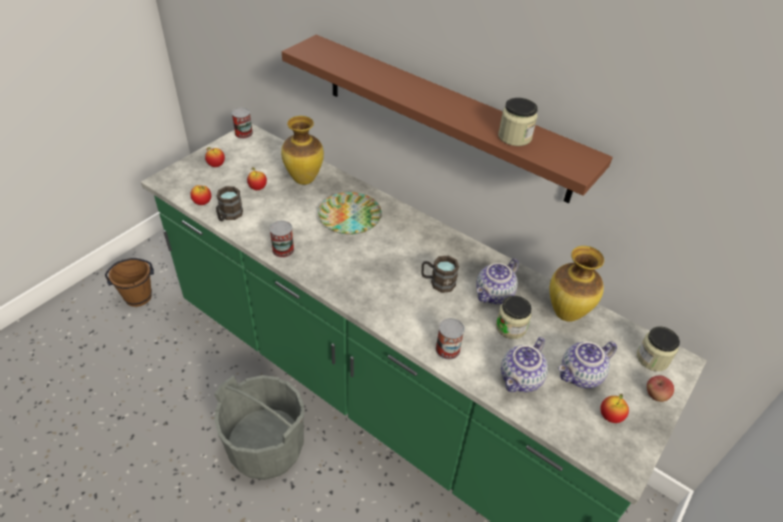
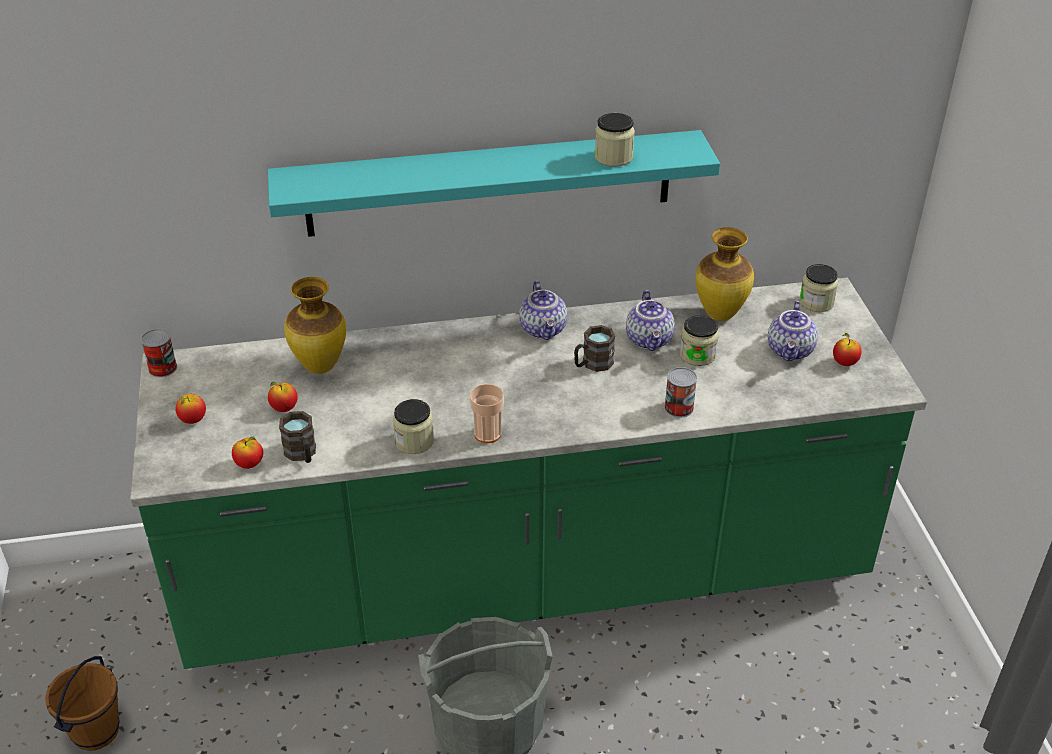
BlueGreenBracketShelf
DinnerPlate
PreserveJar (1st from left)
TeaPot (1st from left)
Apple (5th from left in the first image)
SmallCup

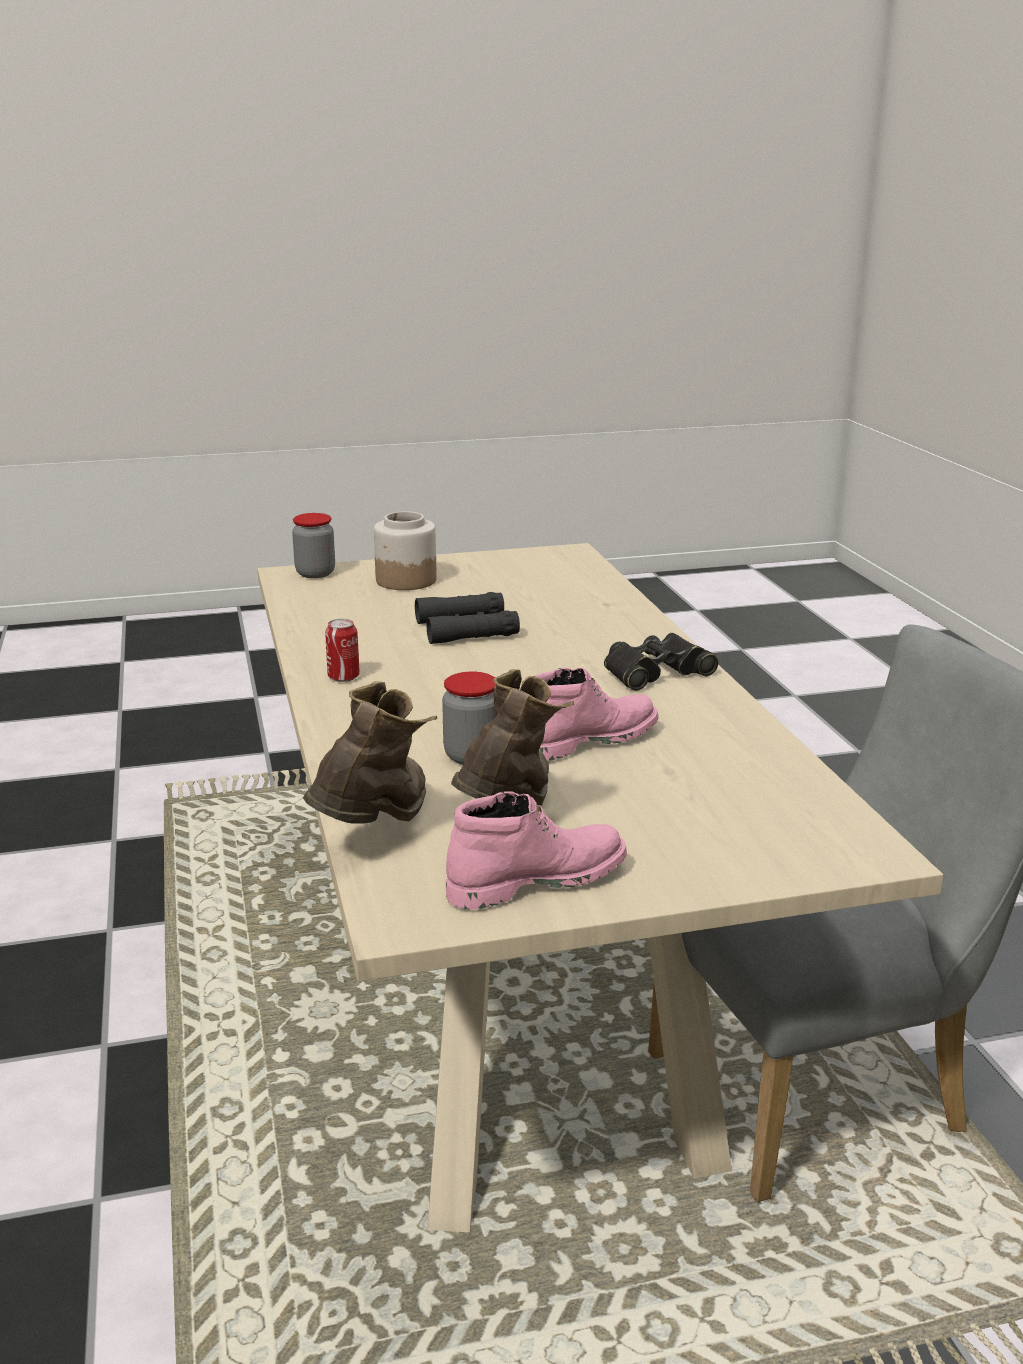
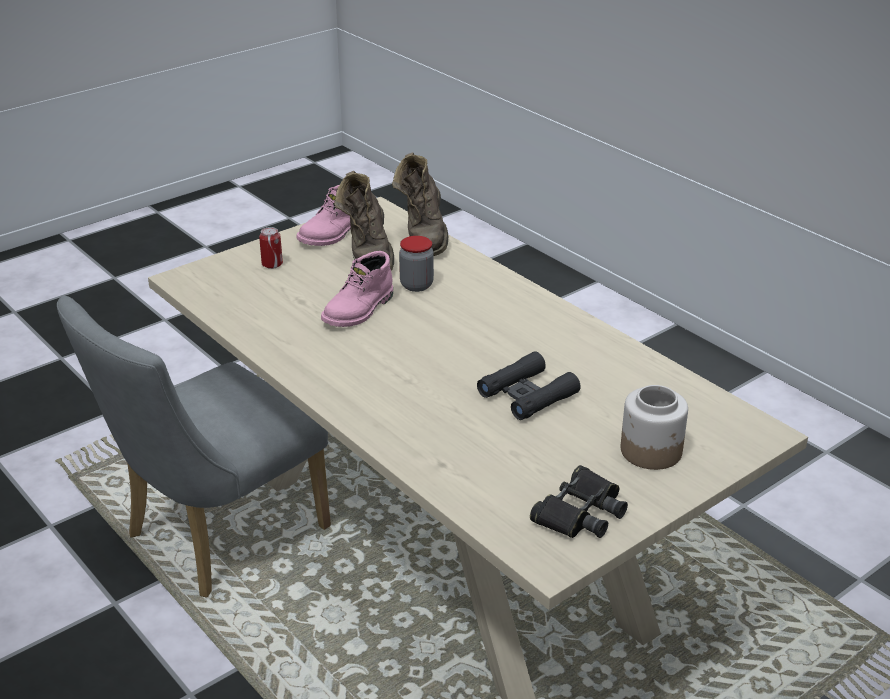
PreserveJar (1st from left in the first image)
MetalCan
BlackishFieldGlasses (2nd from left)

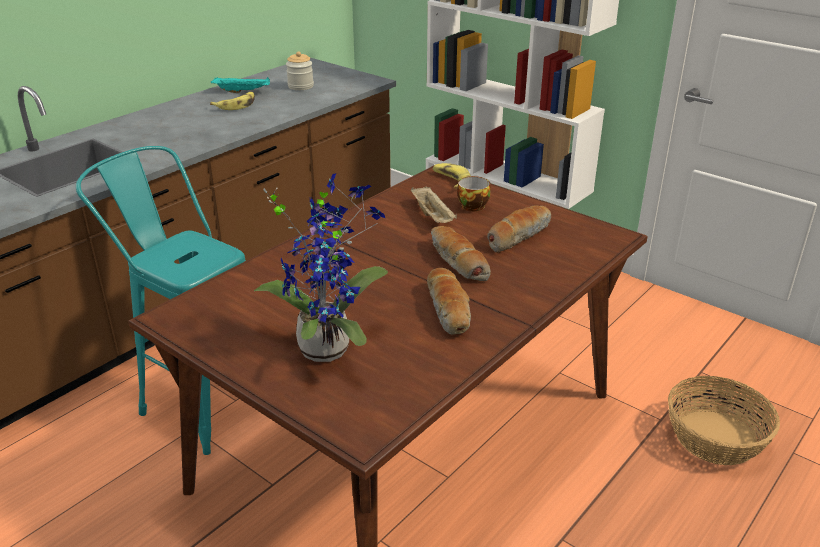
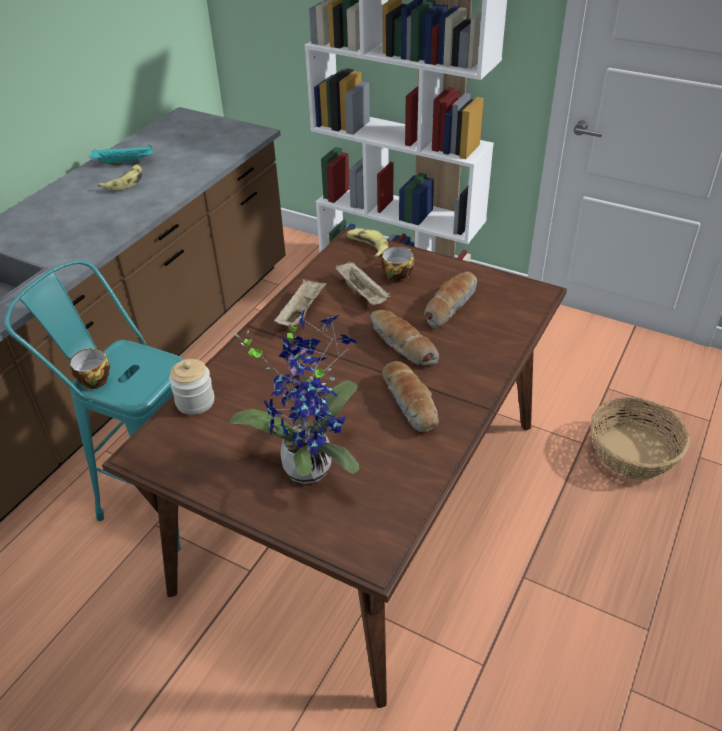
PreserveJar
SandColouredCarryingTray (1st from left)
SmallCup (1st from left)

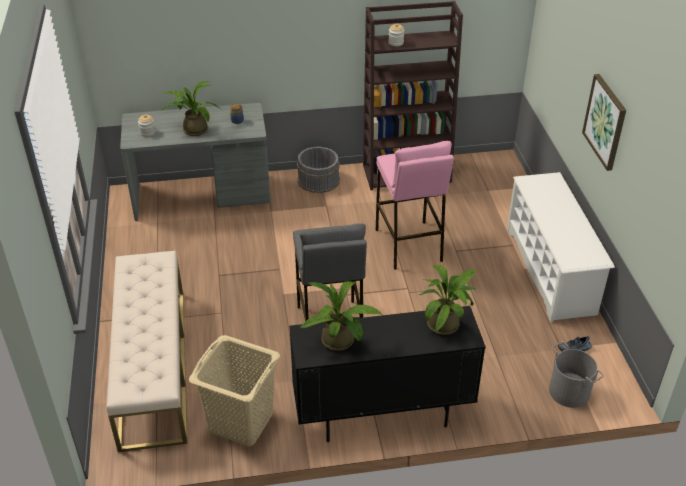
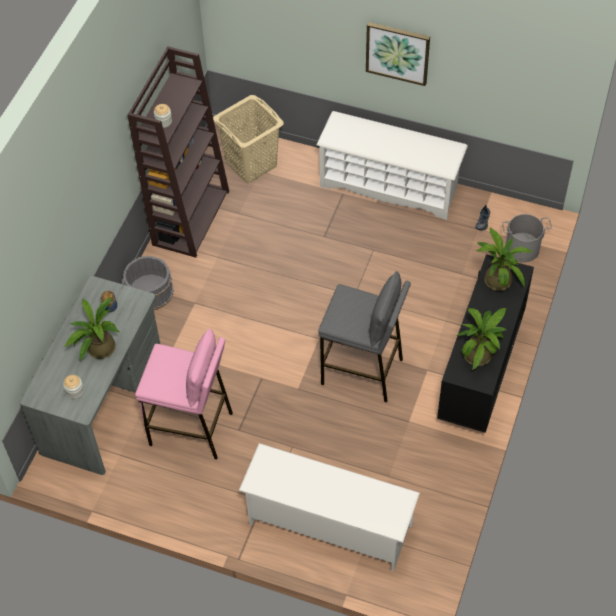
PinkStoolSeat
WhitishShoeShelf (1st from left)
SandColouredLaundryBasket

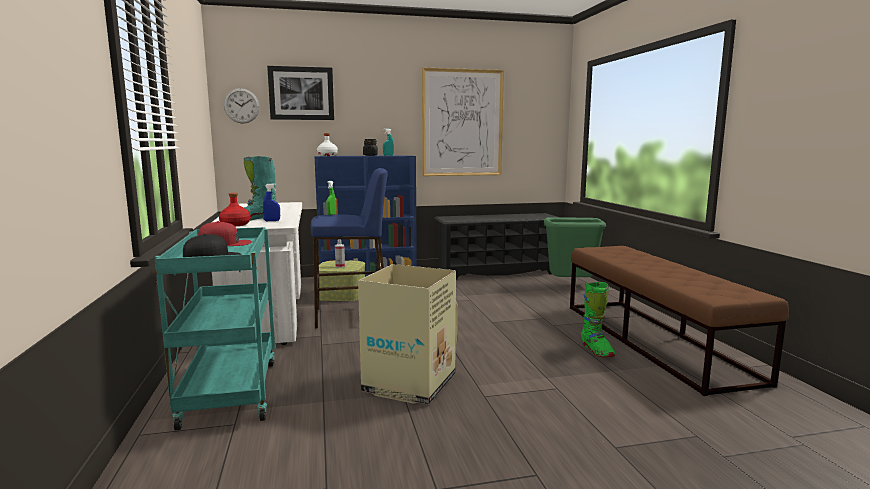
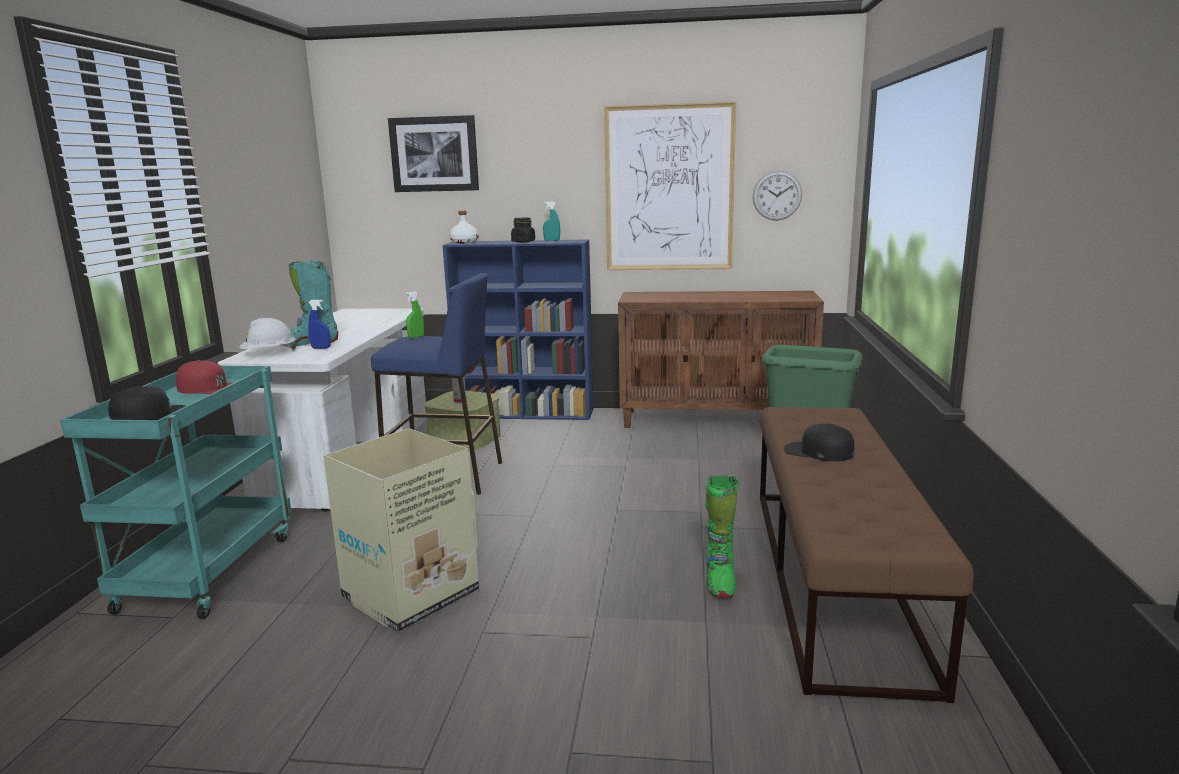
HangingClock
WhitishWorkHelmet
BrownColouredCabinet
BlackishCap (2nd from left)

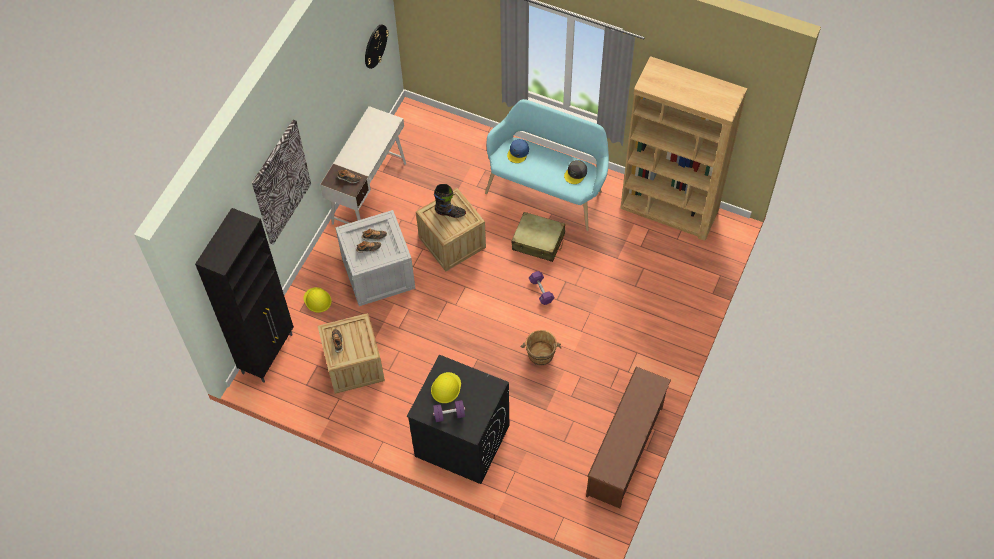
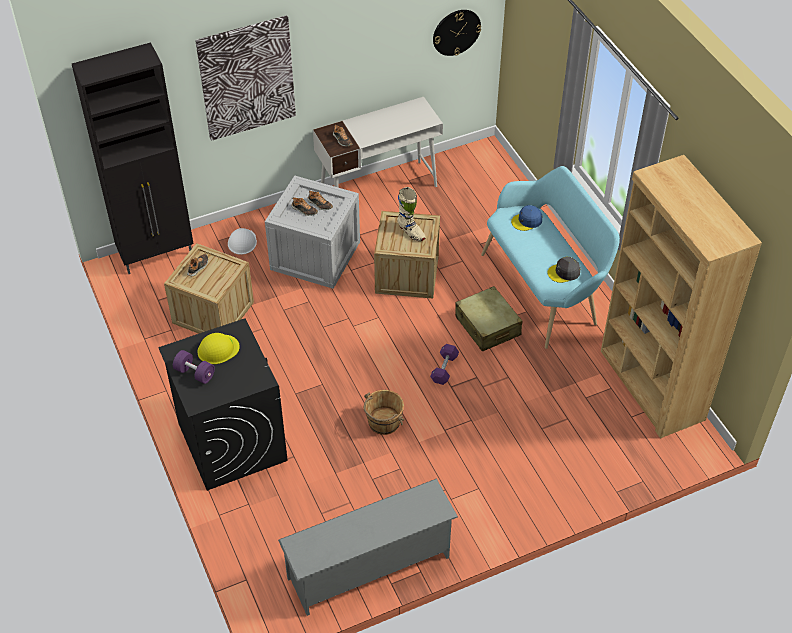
SandColouredHighTopBoot
WhitishWorkHelmet
GrayShoeShelf

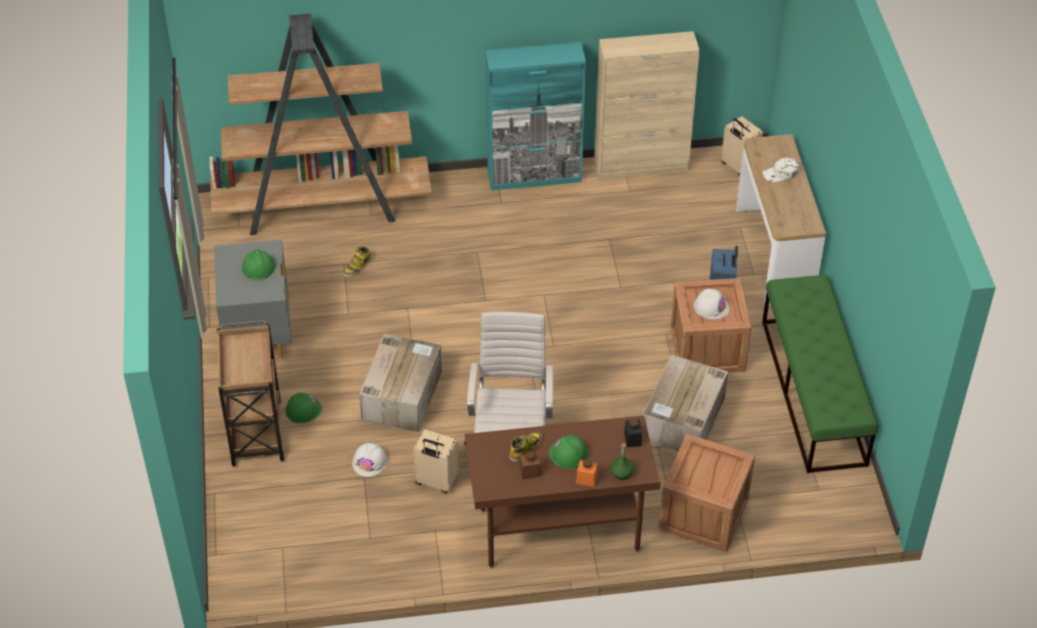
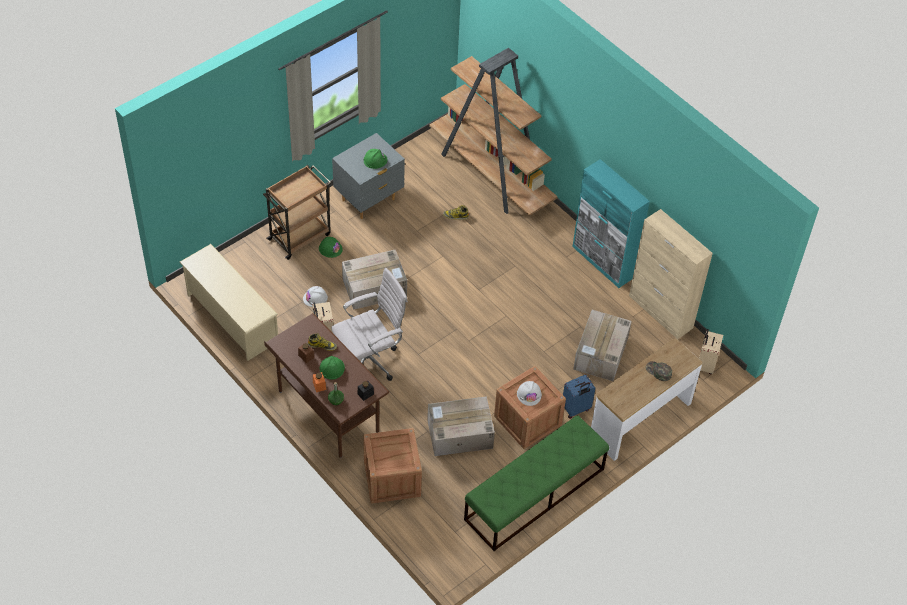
GreenColouredCap
SandColouredShoeShelf
Carton (3rd from left)

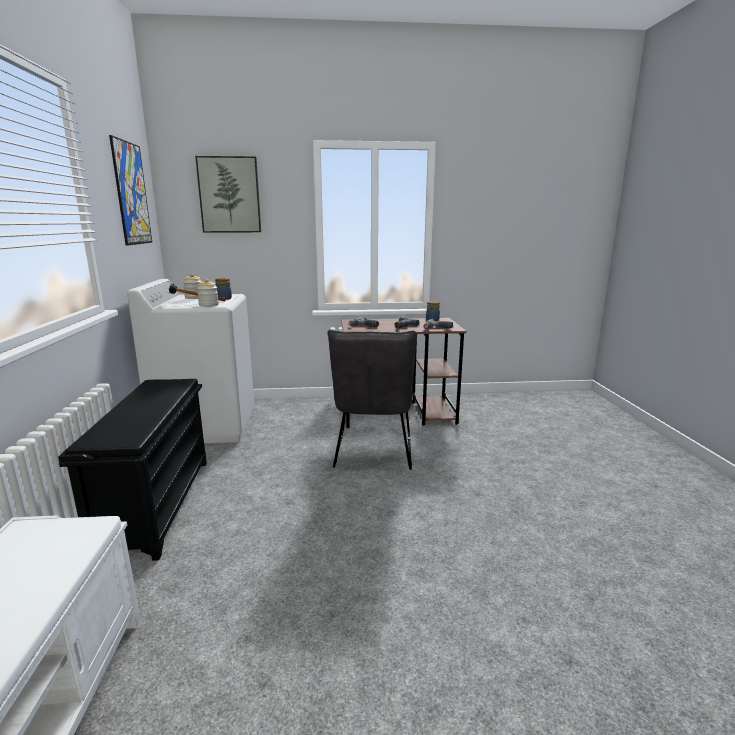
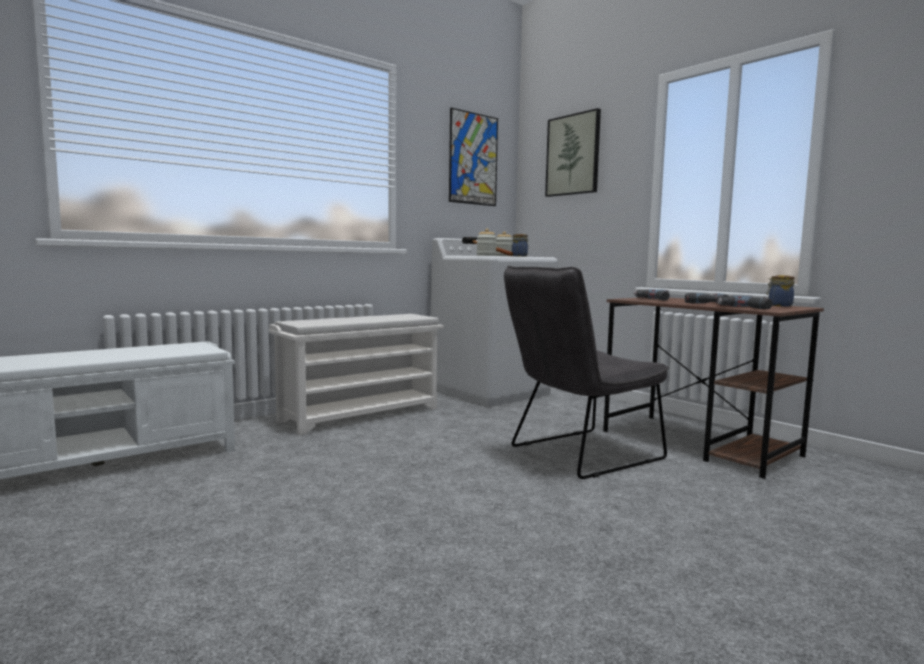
WhitishShoeShelf

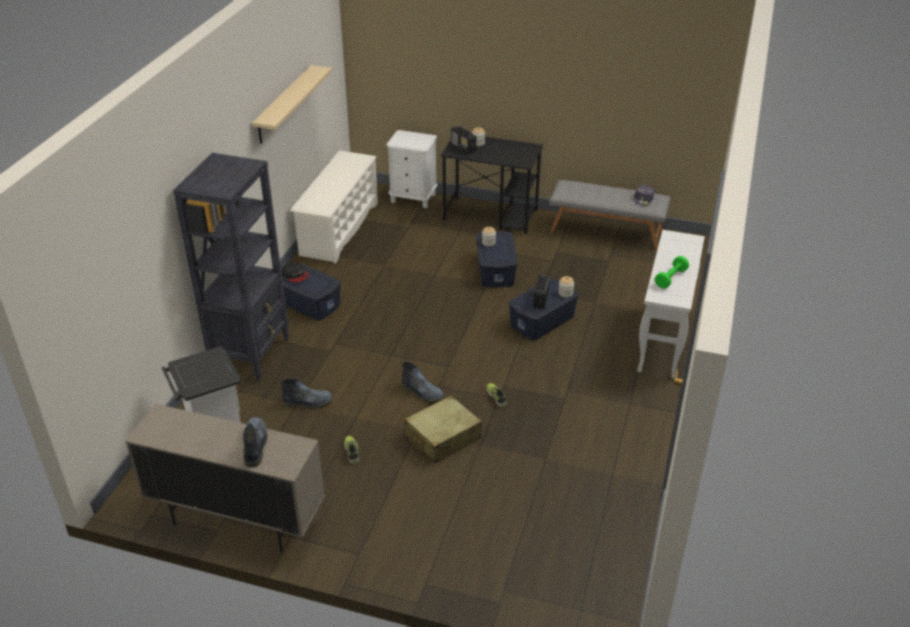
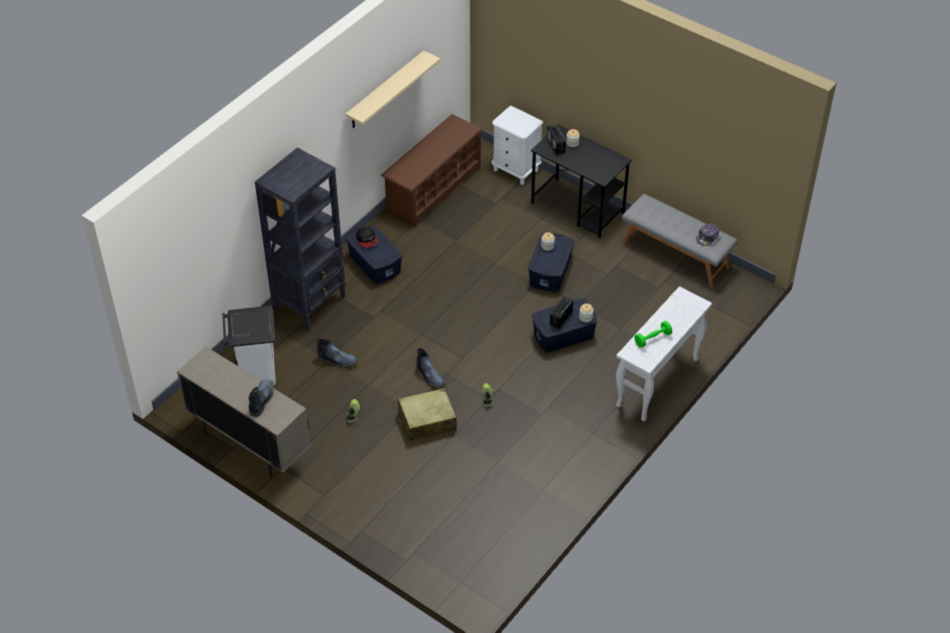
BrownColouredShoeShelf

